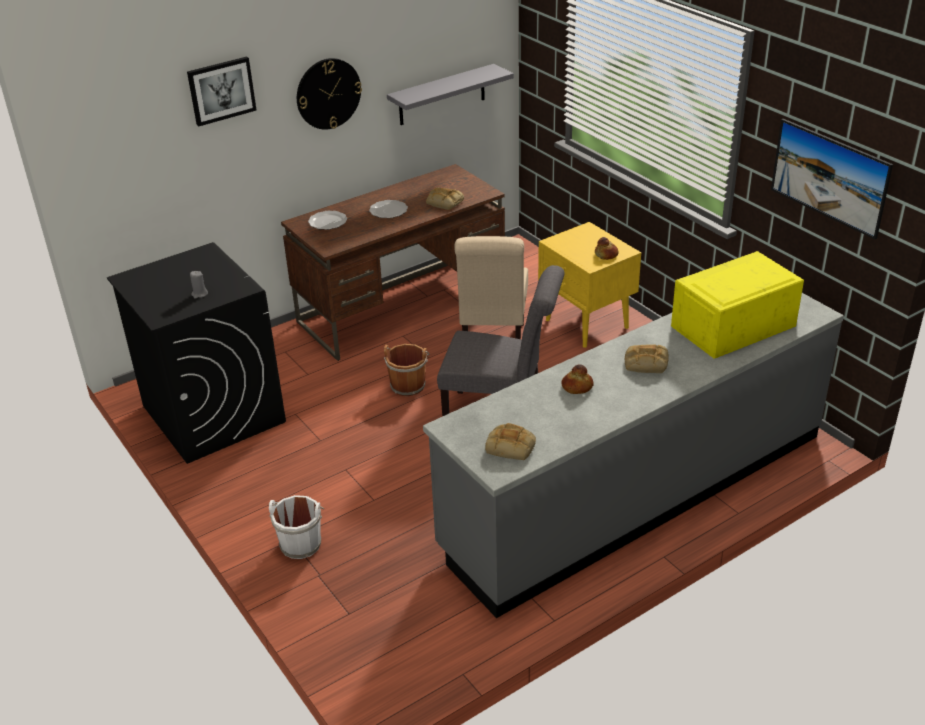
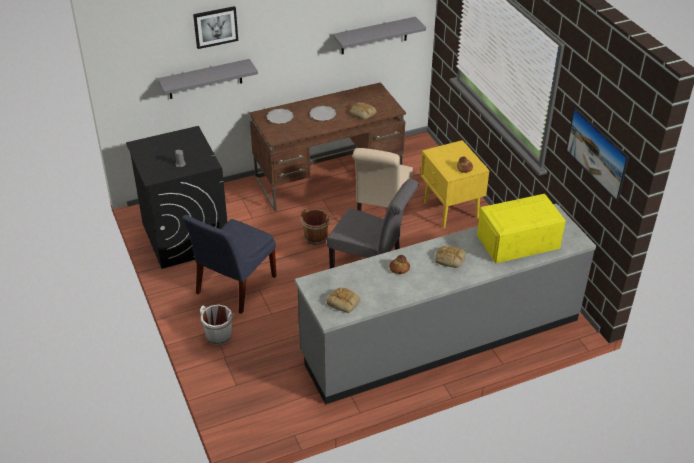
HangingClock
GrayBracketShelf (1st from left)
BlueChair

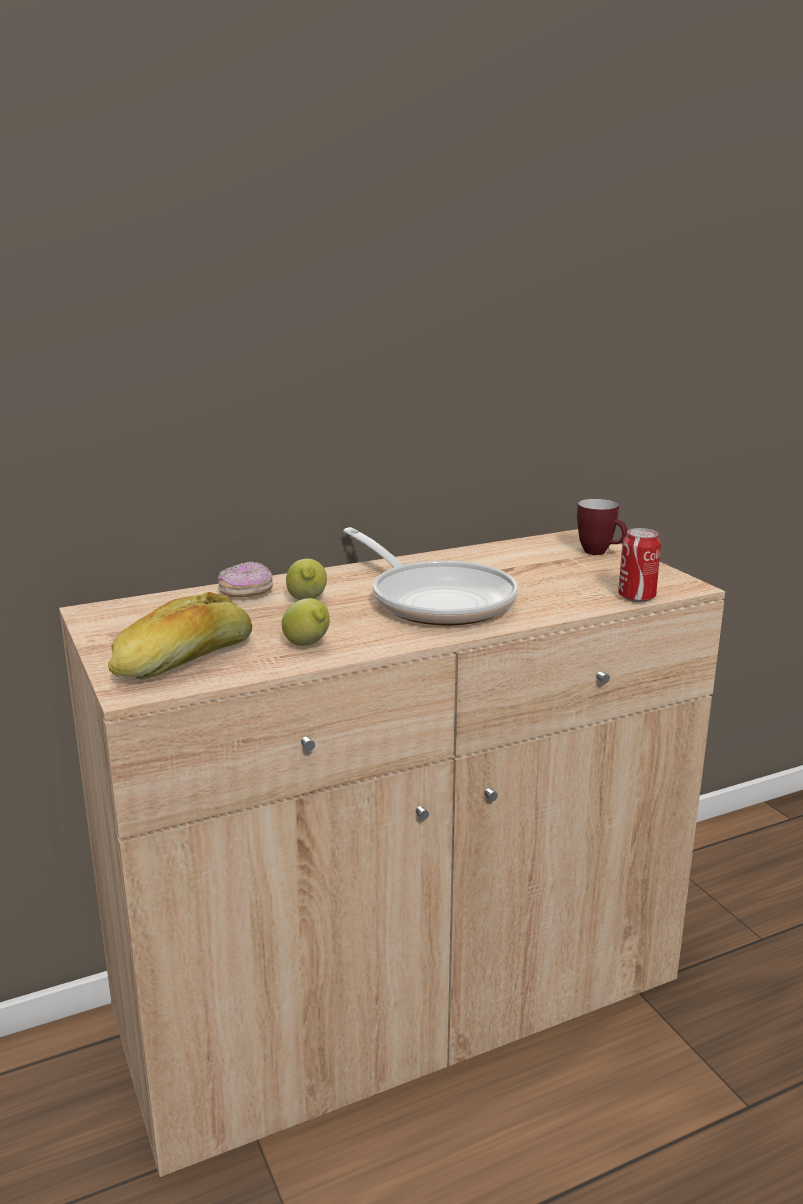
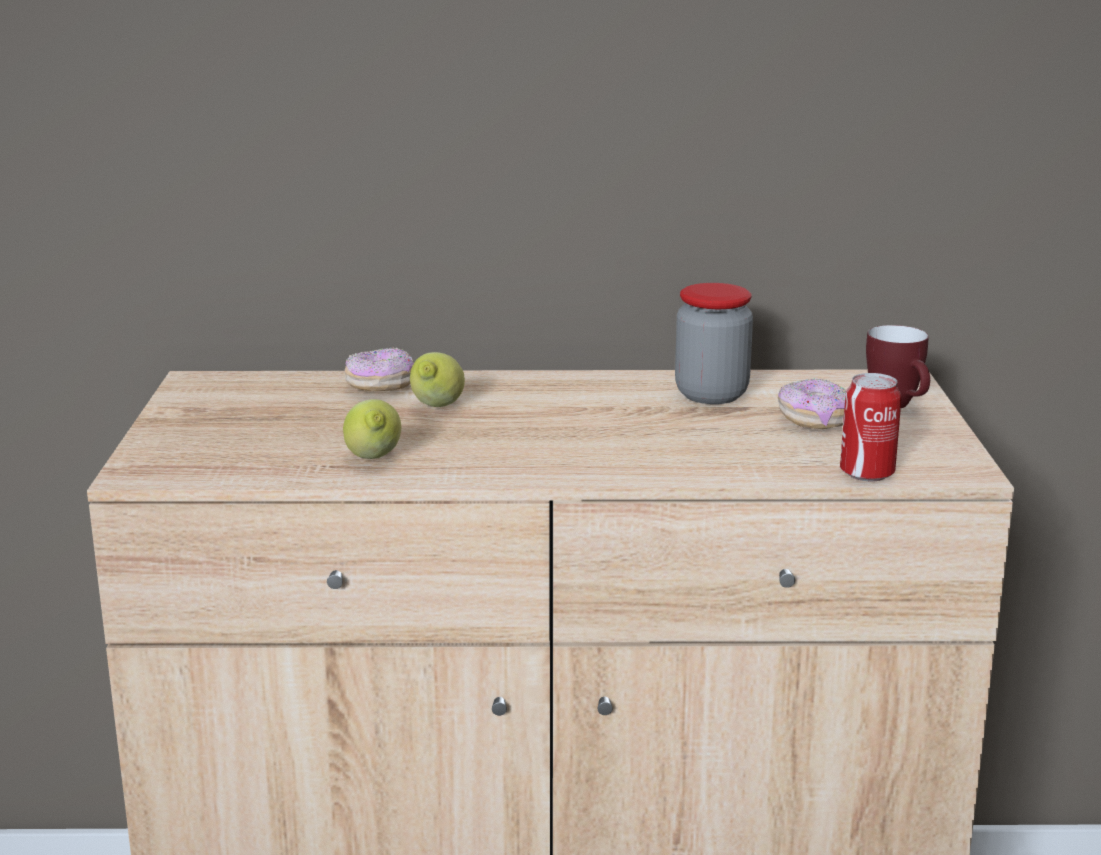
FryingPan
BakedBread
PreserveJar
RingDoughnut (2nd from left)

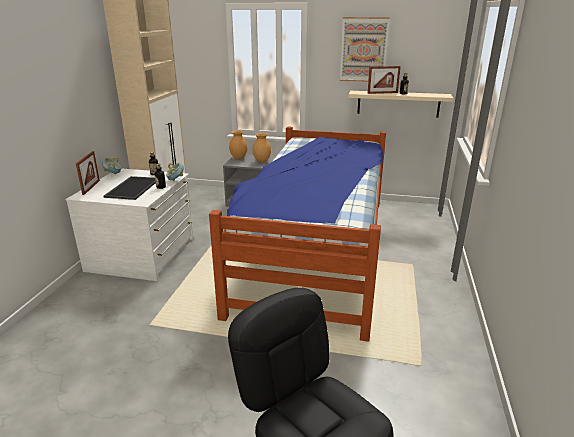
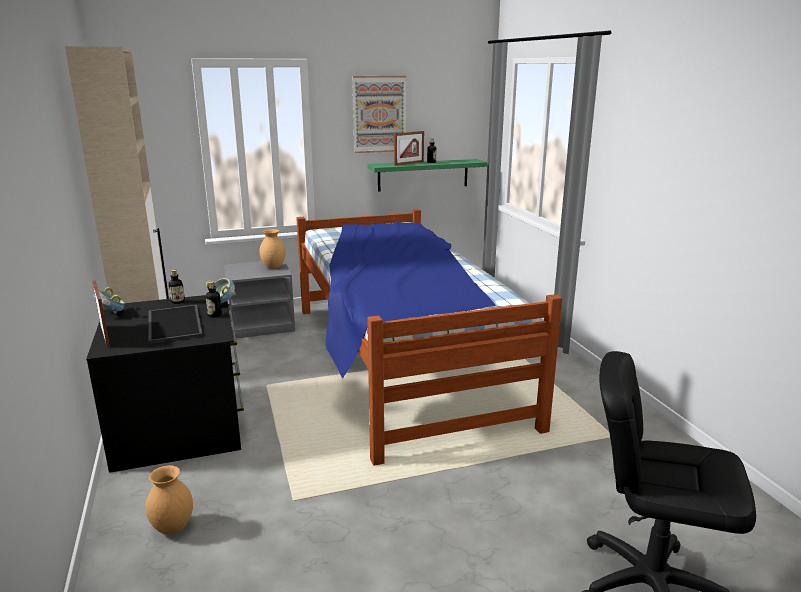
GreenColouredBracketShelf
BrownColouredVase (1st from left)
BlackishDresser

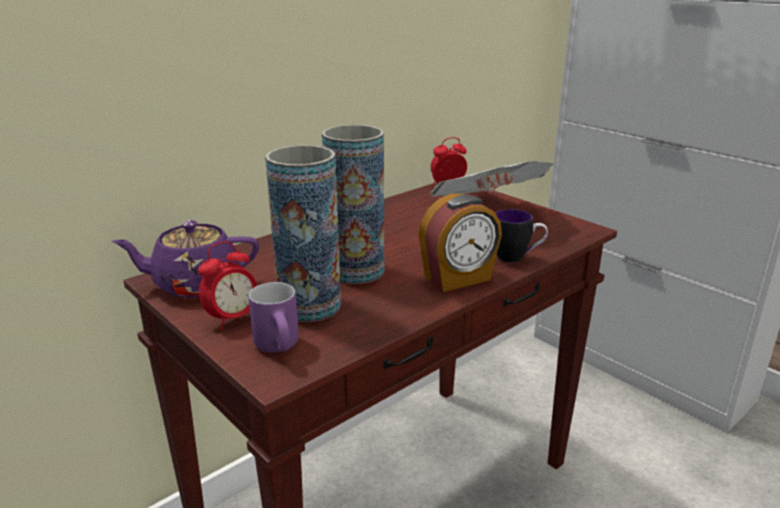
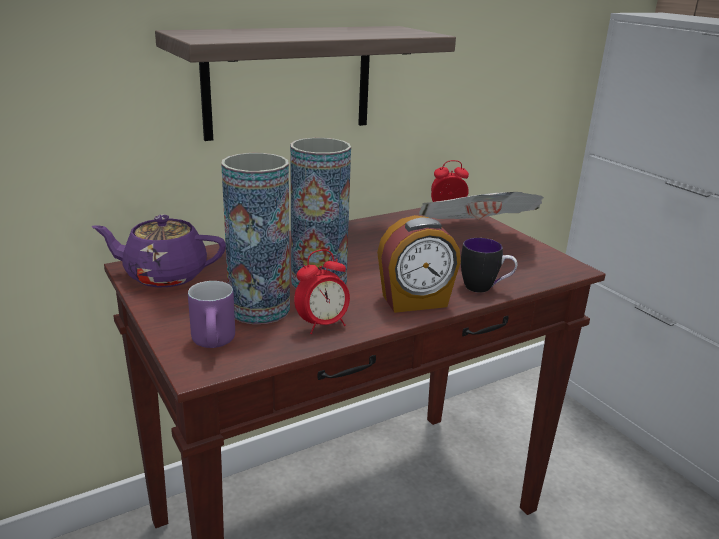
AlarmClock (1st from left)
BracketShelf

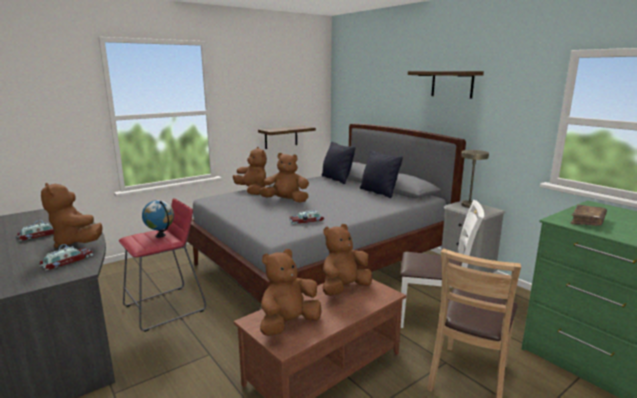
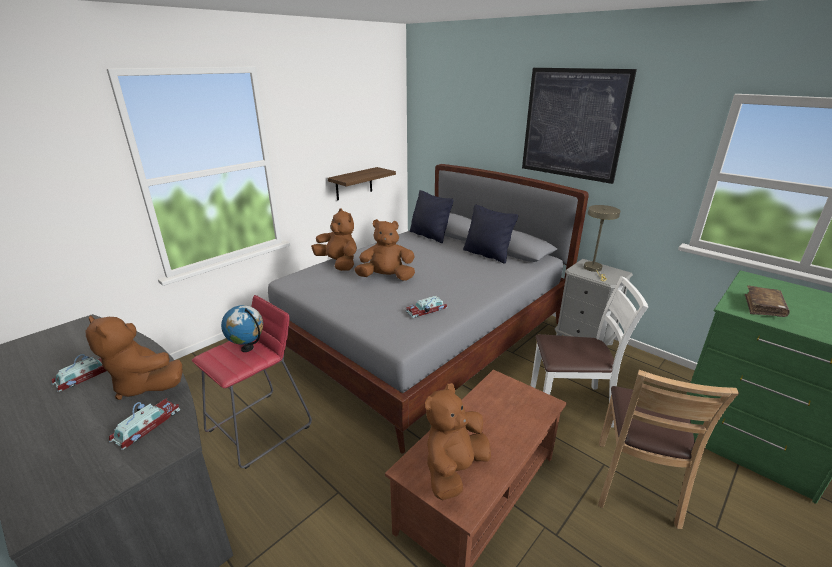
Picture
BrownColouredPlushToy (5th from left in the first image)

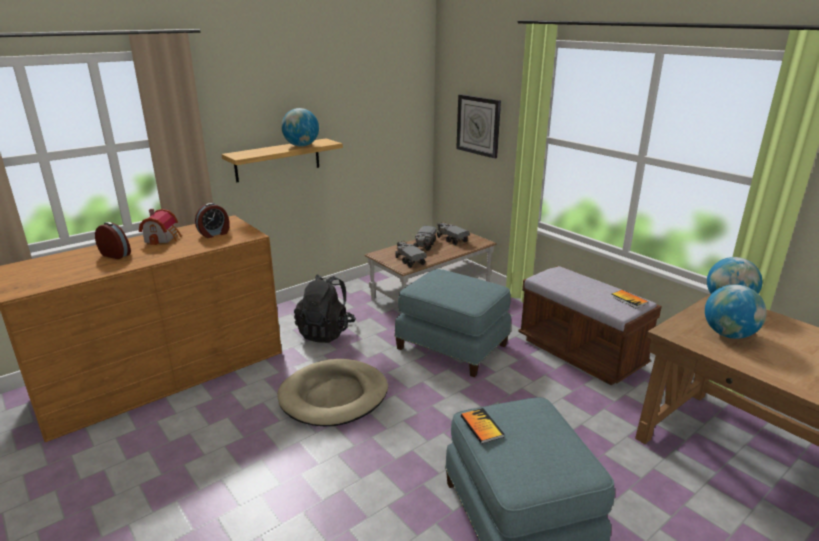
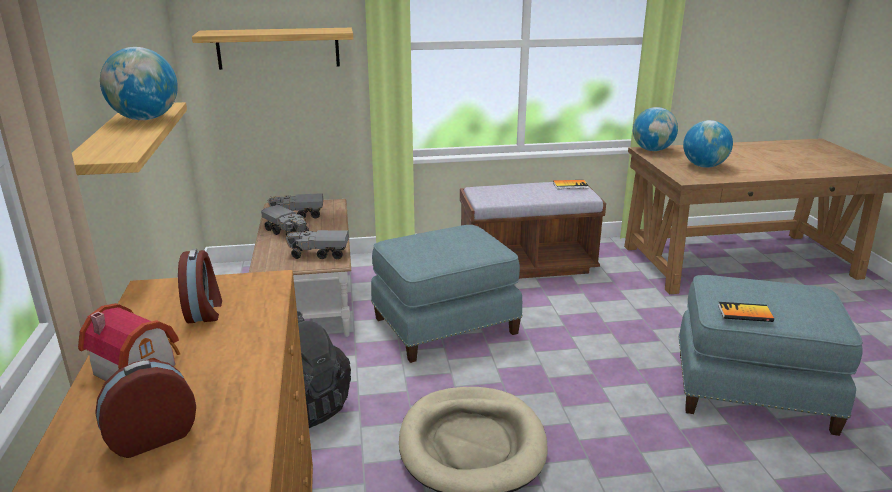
BracketShelf (2nd from left)

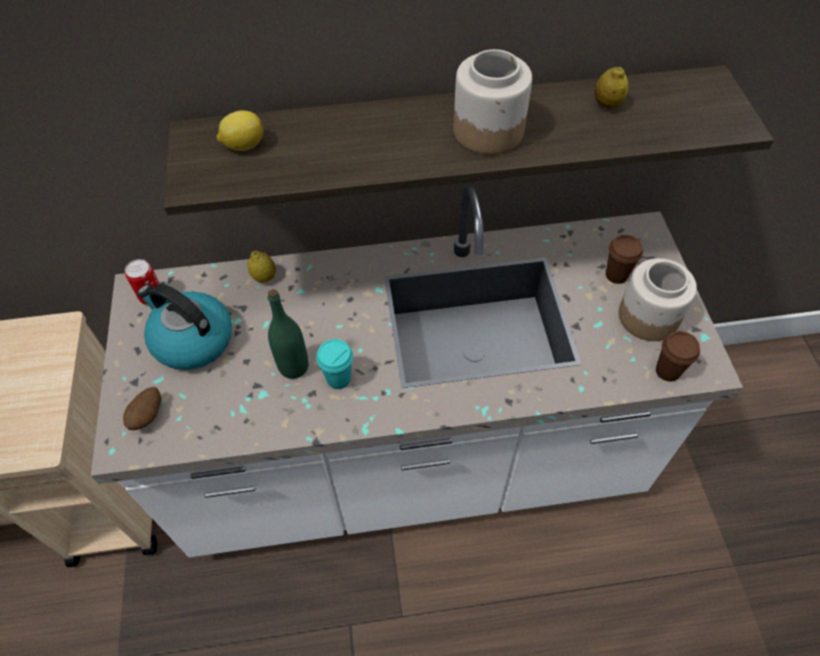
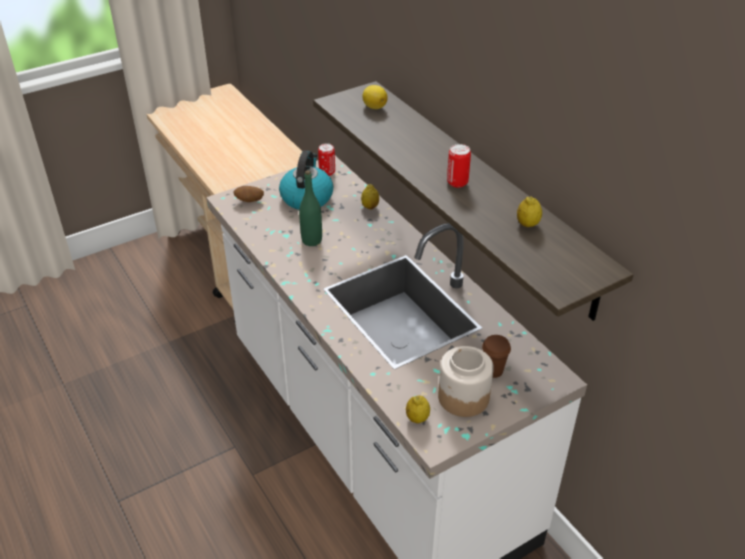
MetalCan (2nd from left)
Lemon (3rd from left)
BlueGreenSmallCup

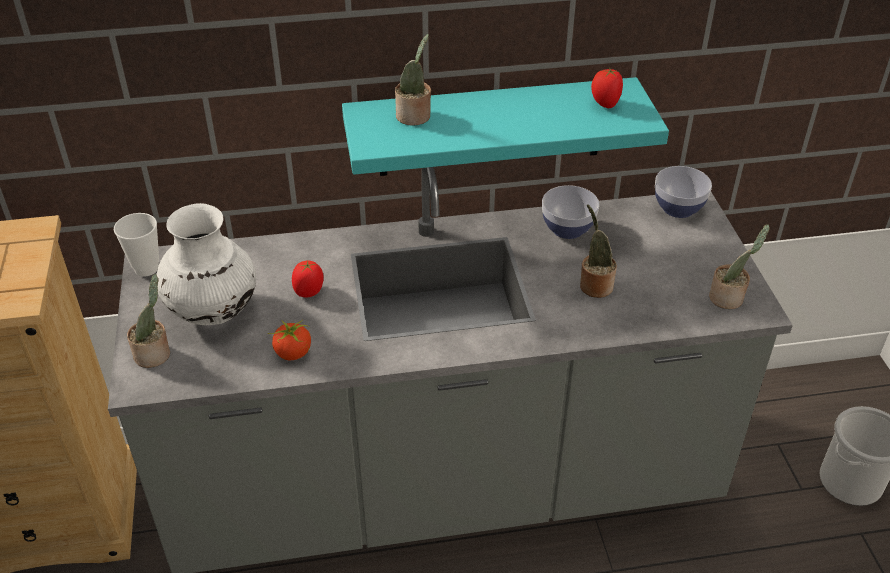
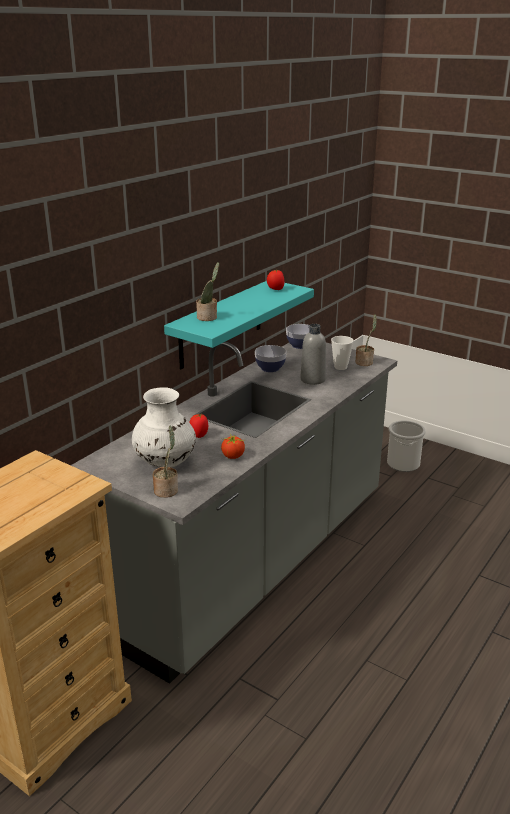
GrayDrinkBottle
SmallCup

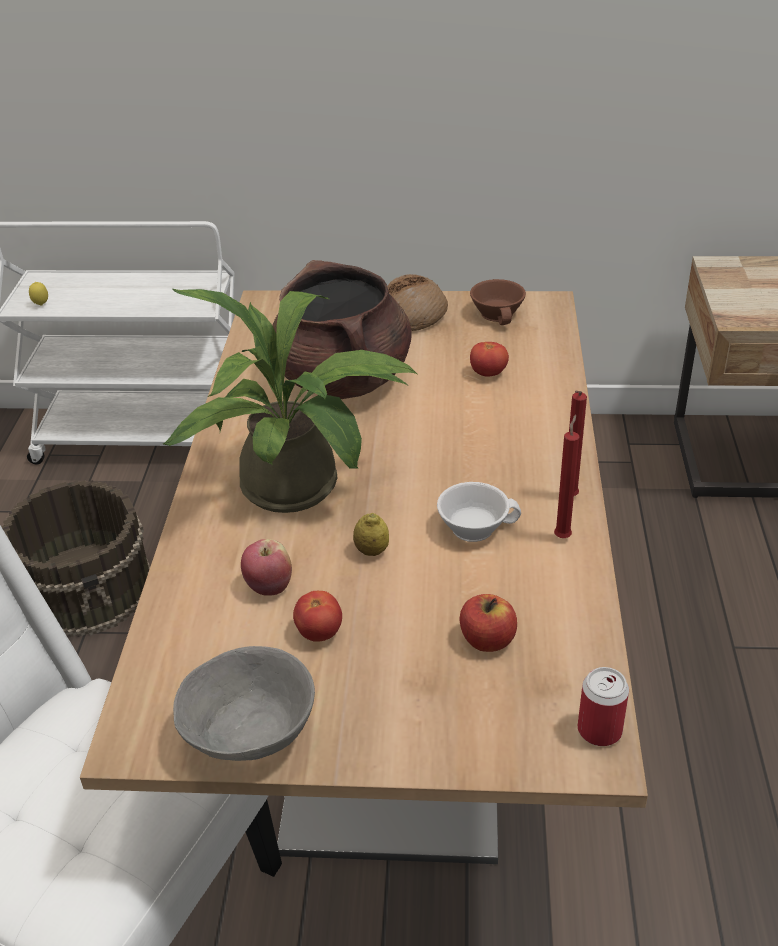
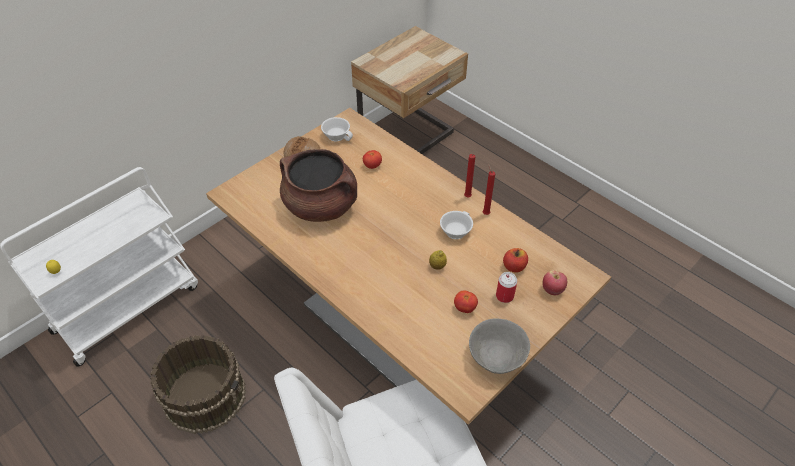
WhitishSmallCup (1st from left)
Houseplant
Apple (2nd from left)
MetalCan

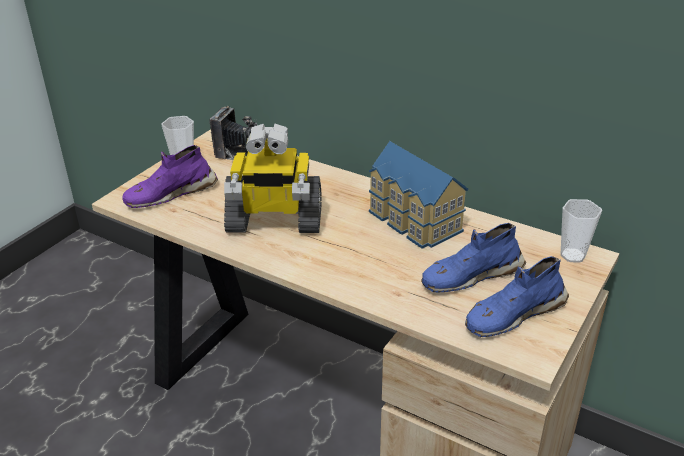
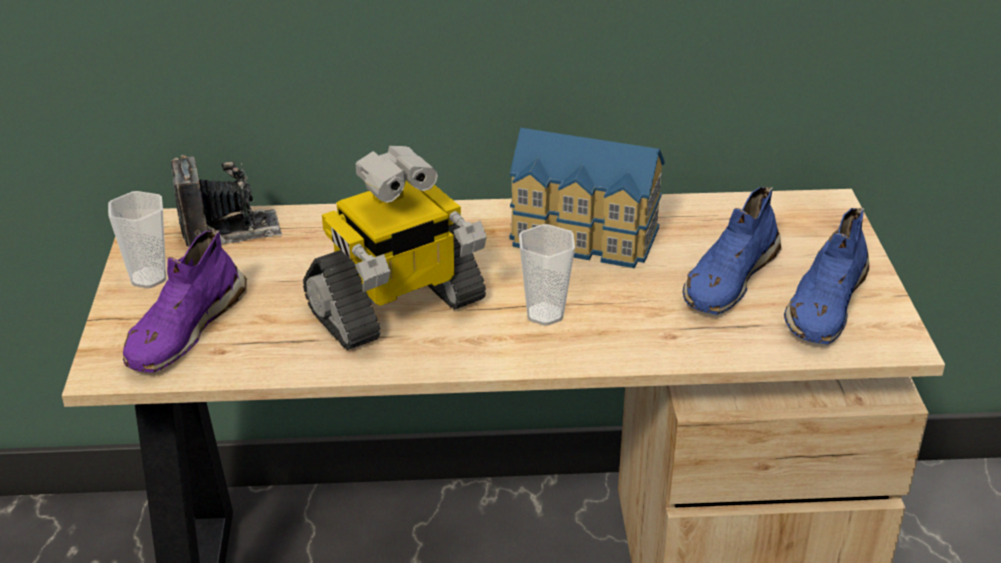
SmallCup (2nd from left)

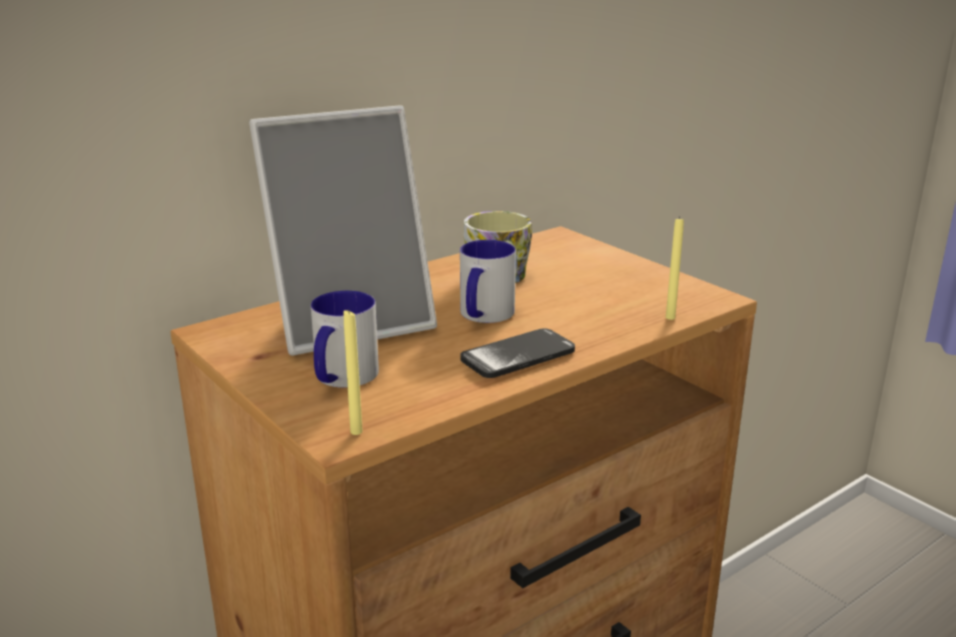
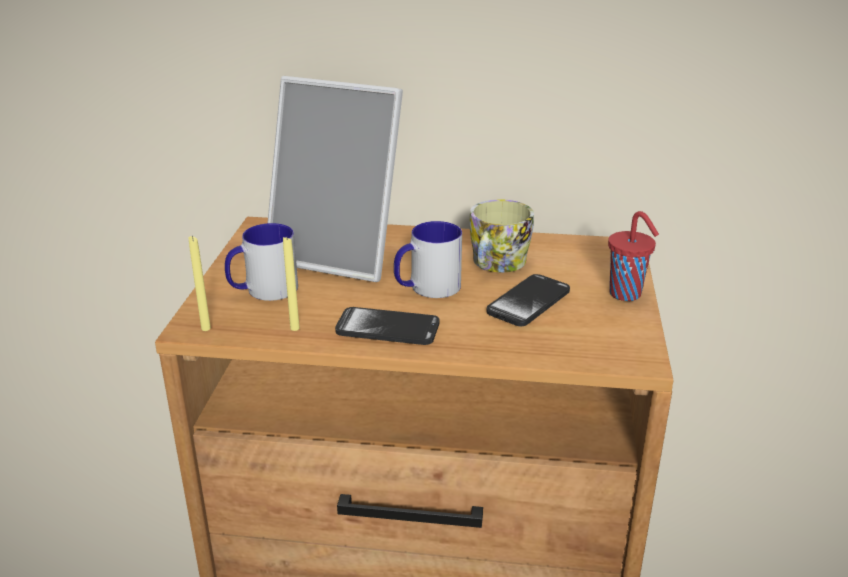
YellowishWaxCandle (2nd from left)
RedSmallCup
Phone (2nd from left)

